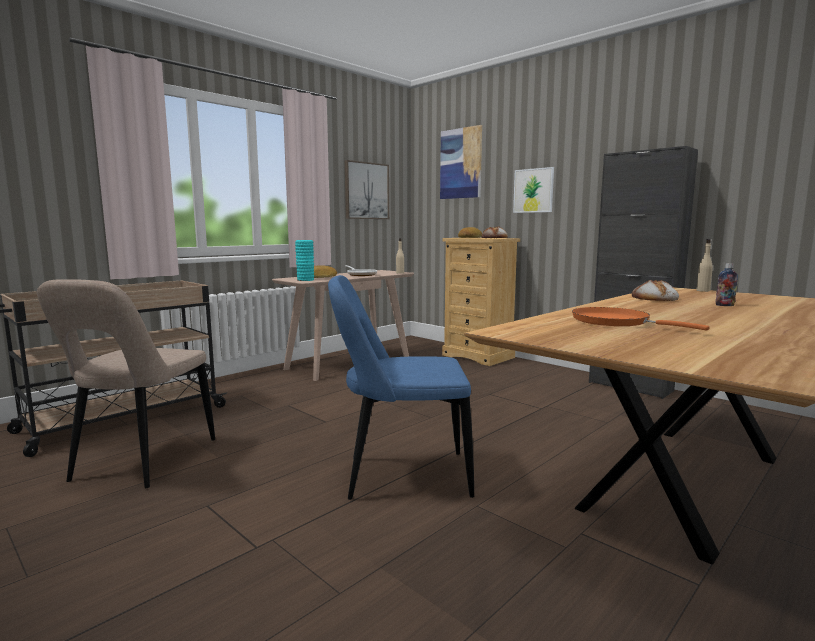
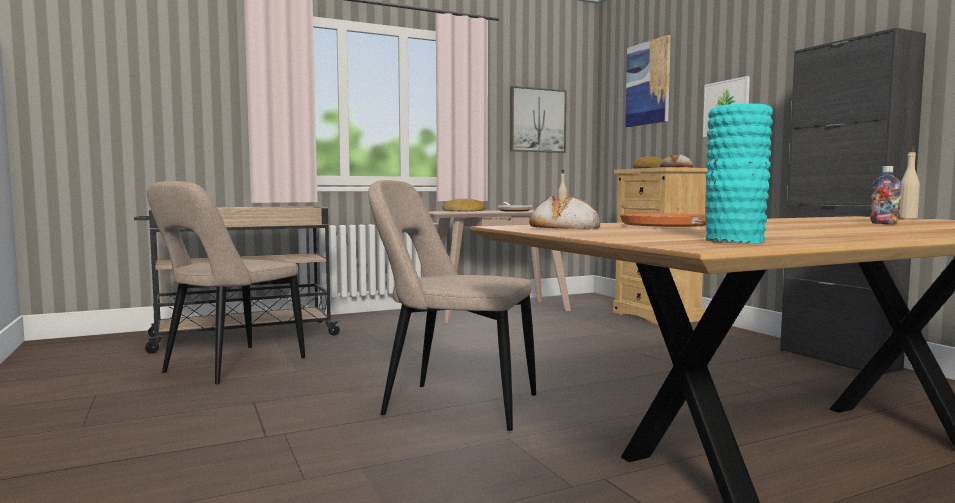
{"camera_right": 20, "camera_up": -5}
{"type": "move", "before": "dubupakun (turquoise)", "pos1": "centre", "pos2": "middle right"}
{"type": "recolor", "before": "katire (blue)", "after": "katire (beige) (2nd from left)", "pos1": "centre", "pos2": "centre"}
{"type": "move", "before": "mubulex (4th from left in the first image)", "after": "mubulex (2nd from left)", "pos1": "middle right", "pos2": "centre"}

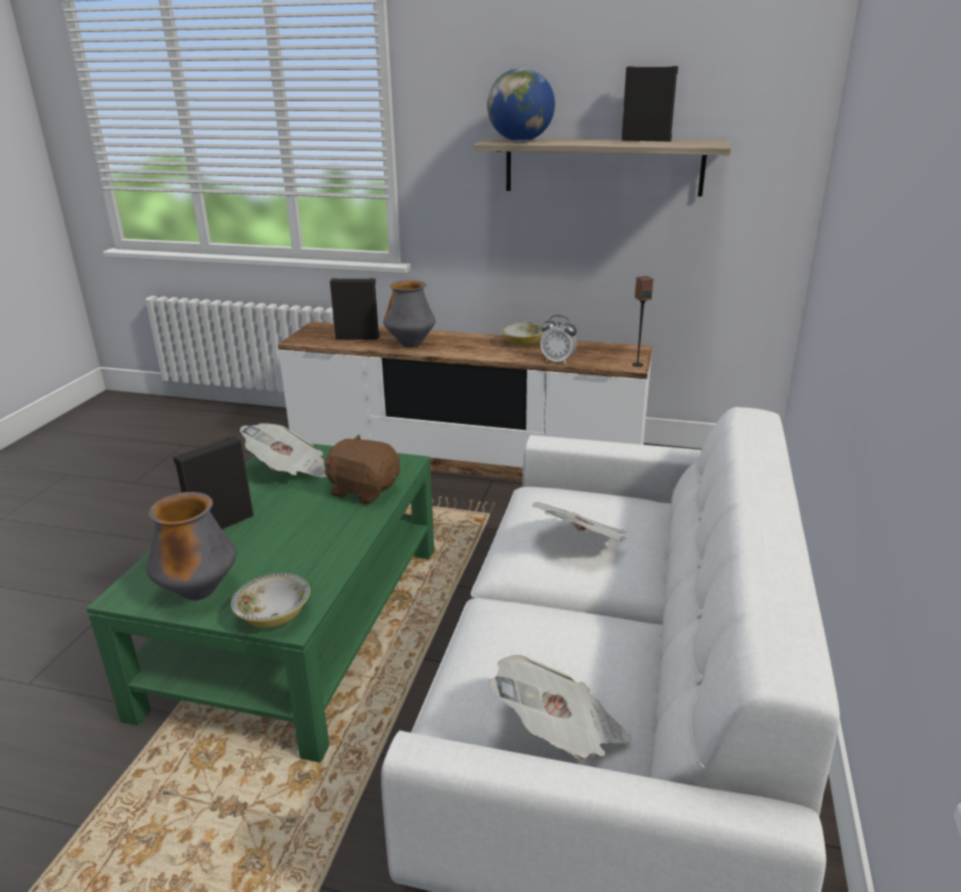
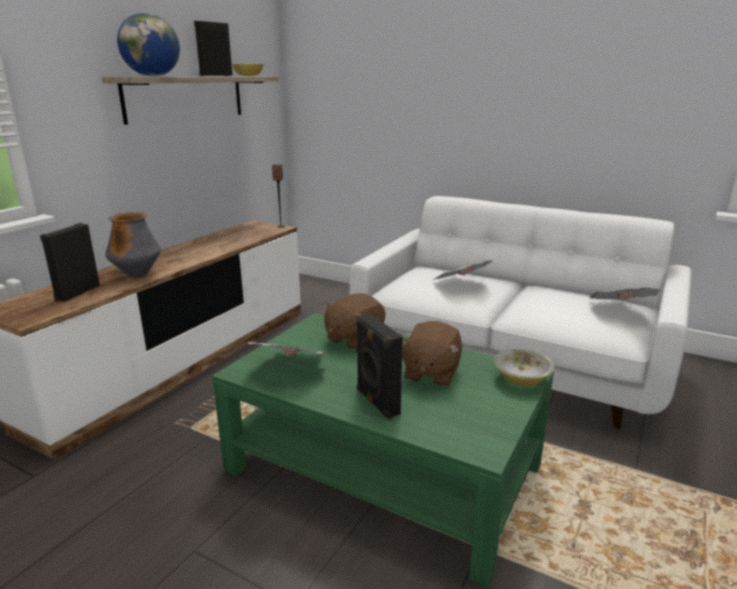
{"camera_right": -75, "camera_up": -5}
{"type": "delete", "before": "dubupakun (1st from left)", "pos1": "middle left"}
{"type": "move", "before": "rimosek (2nd from left in the first image)", "after": "rimosek (1st from left)", "pos1": "centre", "pos2": "top centre"}
{"type": "delete", "before": "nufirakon", "pos1": "centre"}
{"type": "insert", "after": "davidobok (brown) (2nd from left)", "pos2": "centre"}

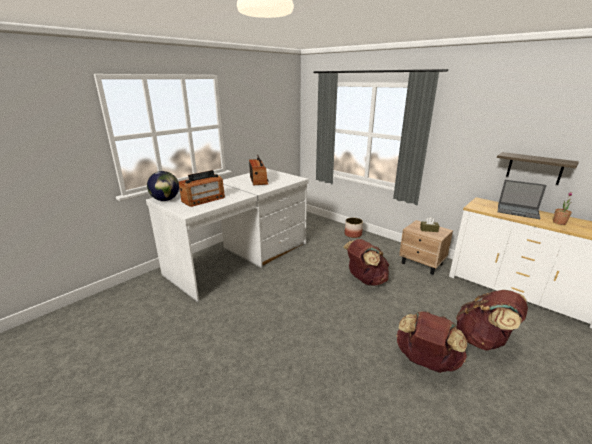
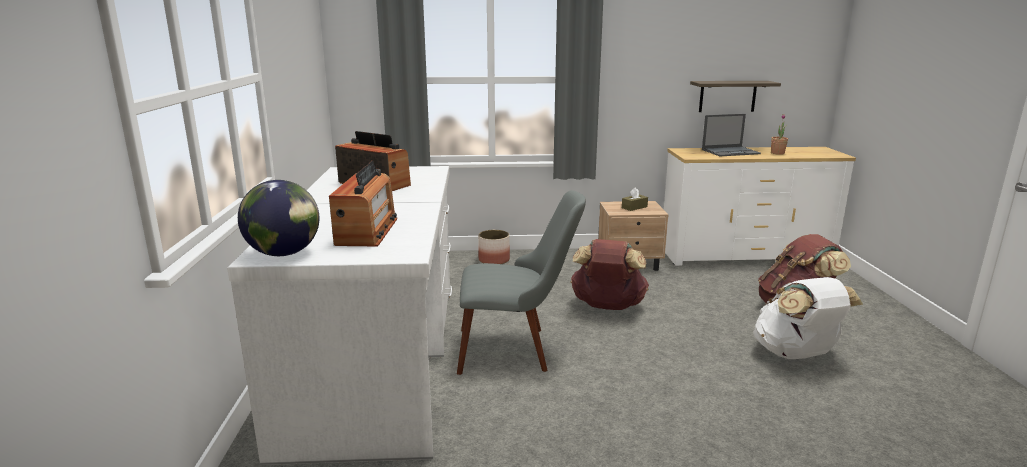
{"camera_right": -45, "camera_up": -5}
{"type": "recolor", "before": "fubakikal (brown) (2nd from left)", "after": "fubakikal (white)", "pos1": "bottom right", "pos2": "bottom right"}
{"type": "insert", "after": "katire (grey)", "pos2": "centre"}

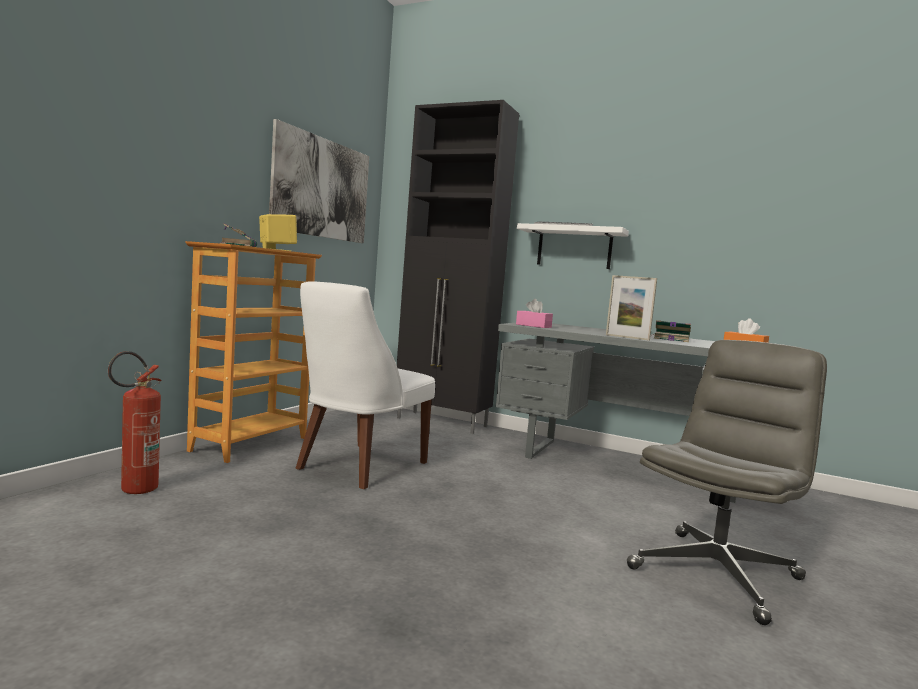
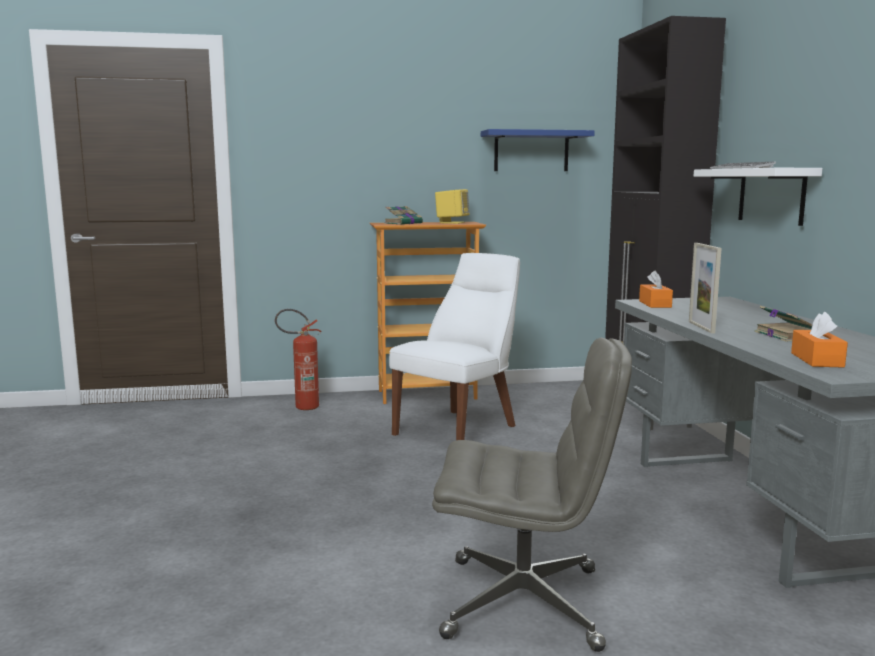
{"camera_right": 55, "camera_up": 5}
{"type": "replace", "before": "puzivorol", "after": "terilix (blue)", "pos1": "top centre", "pos2": "top centre"}
{"type": "rotate", "before": "katire (white)", "pos1": "centre", "pos2": "centre", "turn": 135}
{"type": "recolor", "before": "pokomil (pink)", "after": "pokomil (orange) (1st from left)", "pos1": "centre", "pos2": "middle right"}

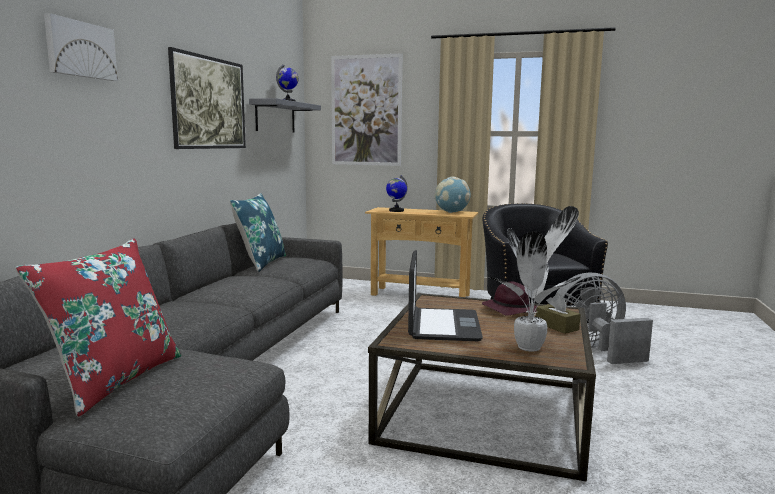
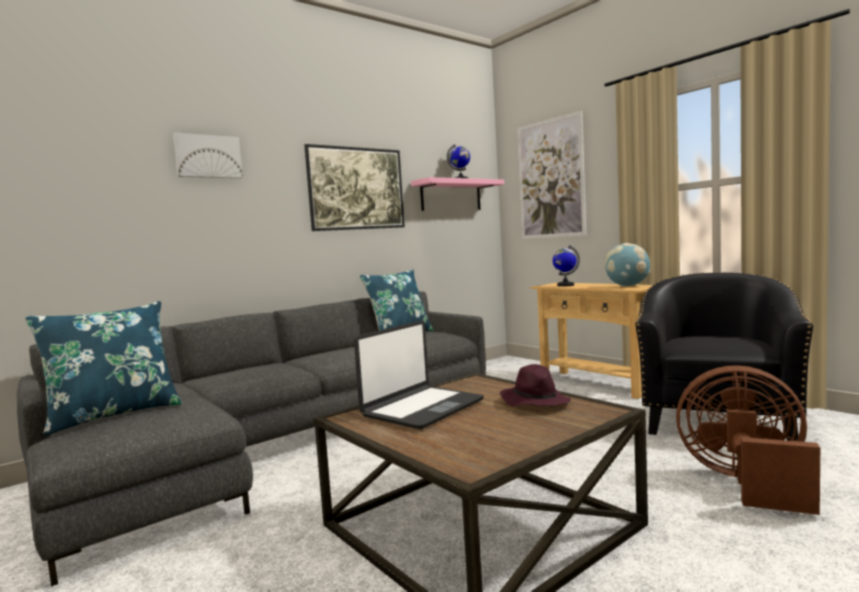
{"camera_right": 35, "camera_up": -5}
{"type": "recolor", "before": "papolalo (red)", "after": "papolalo (blue) (1st from left)", "pos1": "middle left", "pos2": "middle left"}
{"type": "recolor", "before": "terilix (grey)", "after": "terilix (pink)", "pos1": "top centre", "pos2": "top centre"}
{"type": "delete", "before": "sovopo", "pos1": "middle right"}
{"type": "delete", "before": "pokomil (brown)", "pos1": "middle right"}
{"type": "recolor", "before": "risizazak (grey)", "after": "risizazak (brown)", "pos1": "middle right", "pos2": "bottom right"}

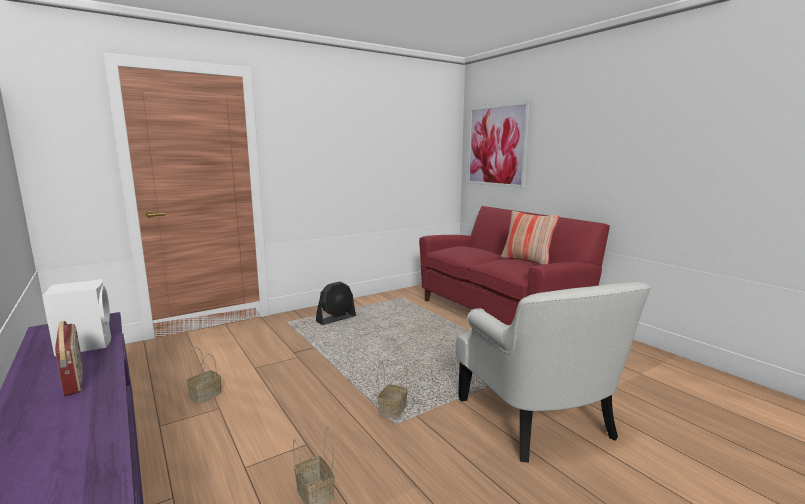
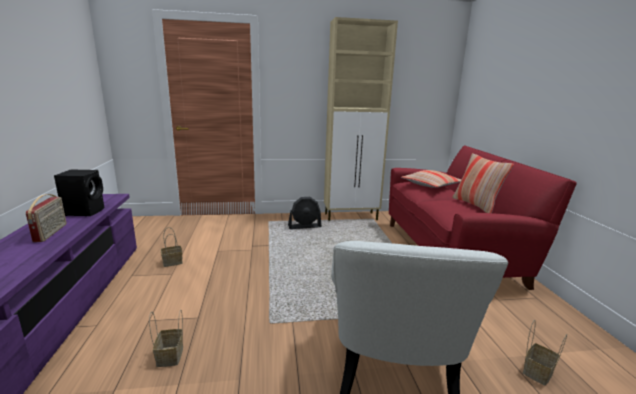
{"camera_right": 25, "camera_up": 5}
{"type": "recolor", "before": "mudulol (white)", "after": "mudulol (black)", "pos1": "middle left", "pos2": "middle left"}
{"type": "move", "before": "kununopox (3rd from left)", "pos1": "bottom centre", "pos2": "bottom right"}
{"type": "delete", "before": "puzivorol", "pos1": "top centre"}
{"type": "insert", "after": "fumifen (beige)", "pos2": "top centre"}
{"type": "insert", "after": "papolalo (1st from left)", "pos2": "middle right"}

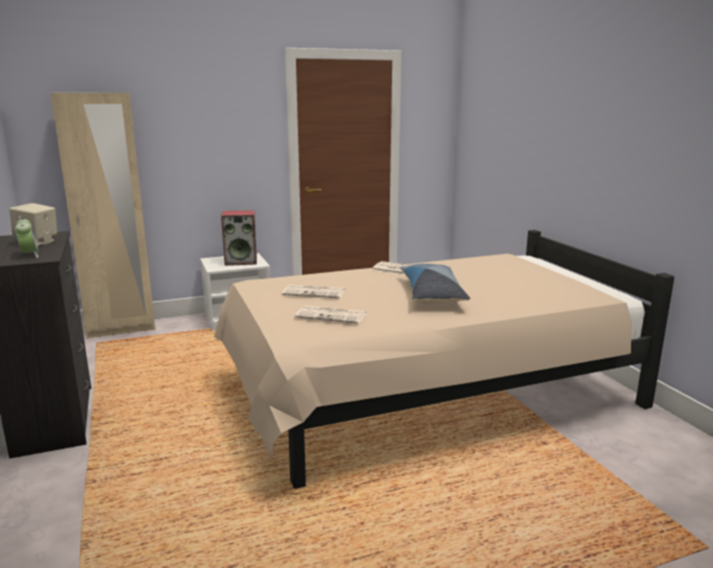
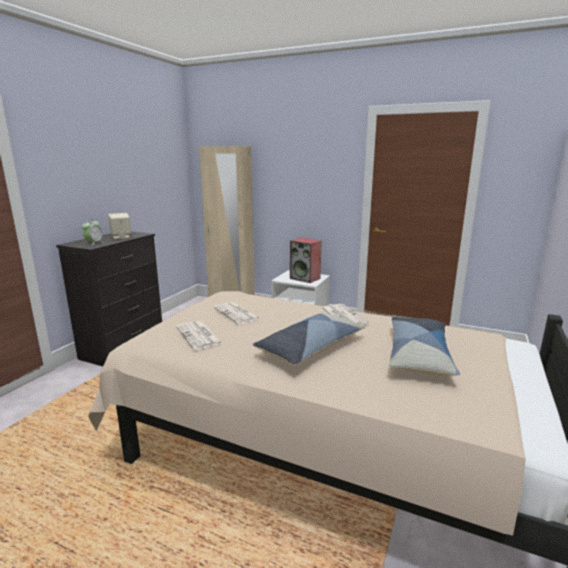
{"camera_right": 45, "camera_up": 0}
{"type": "insert", "after": "papolalo (2nd from left)", "pos2": "middle right"}

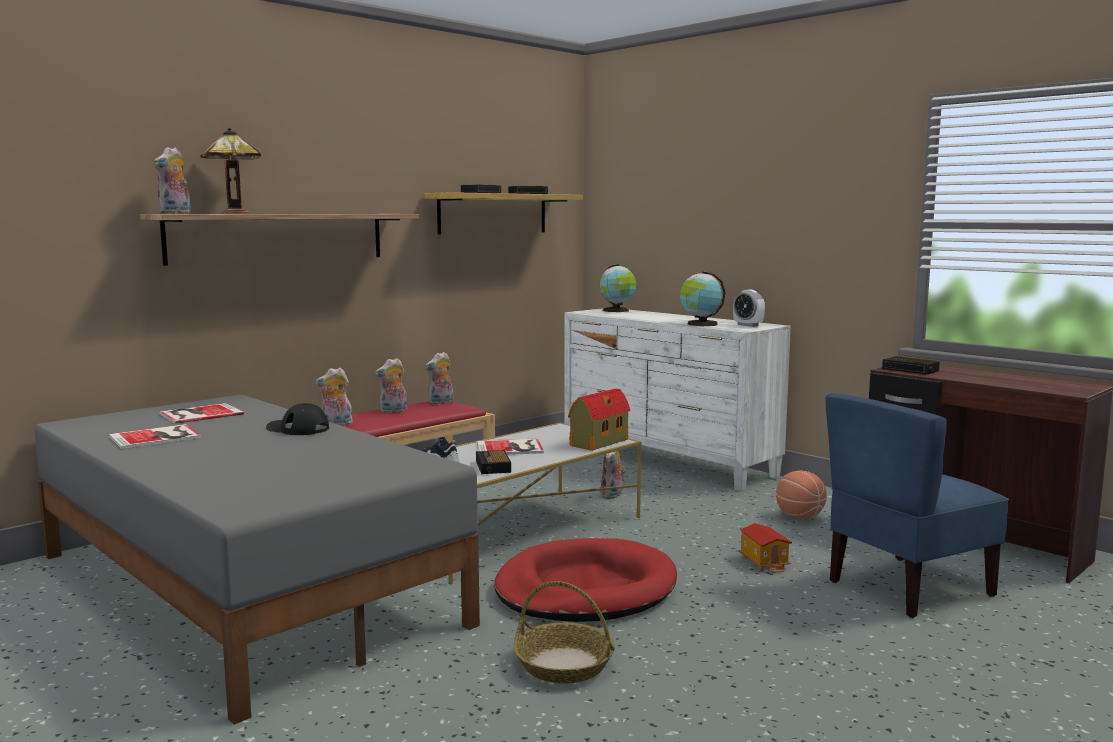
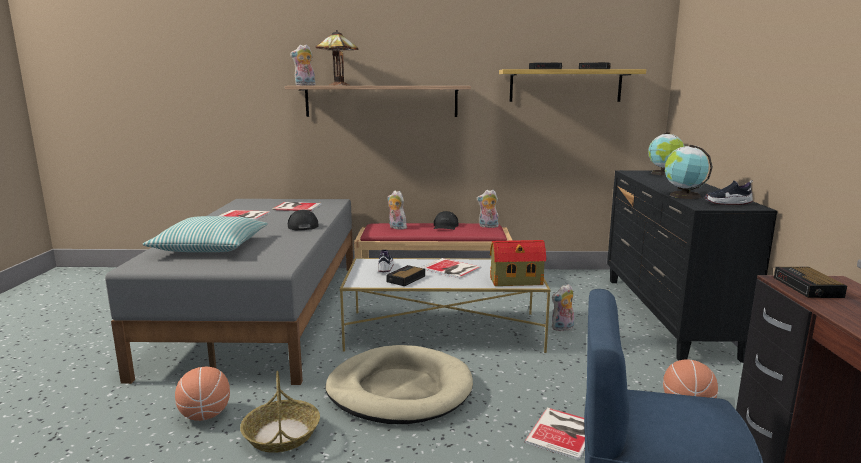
{"camera_right": 45, "camera_up": 5}
{"type": "replace", "before": "davidobok (3rd from left)", "after": "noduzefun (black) (2nd from left)", "pos1": "centre", "pos2": "centre"}
{"type": "recolor", "before": "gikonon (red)", "after": "gikonon (beige)", "pos1": "bottom centre", "pos2": "bottom centre"}
{"type": "recolor", "before": "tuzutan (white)", "after": "tuzutan (black)", "pos1": "centre", "pos2": "middle right"}
{"type": "replace", "before": "nufirakon (4th from left)", "after": "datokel (2nd from left)", "pos1": "middle right", "pos2": "middle right"}
{"type": "replace", "before": "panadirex (2nd from left)", "after": "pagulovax (4th from left)", "pos1": "bottom right", "pos2": "bottom centre"}
{"type": "insert", "after": "papolalo", "pos2": "middle left"}
{"type": "insert", "after": "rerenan (1st from left)", "pos2": "bottom left"}

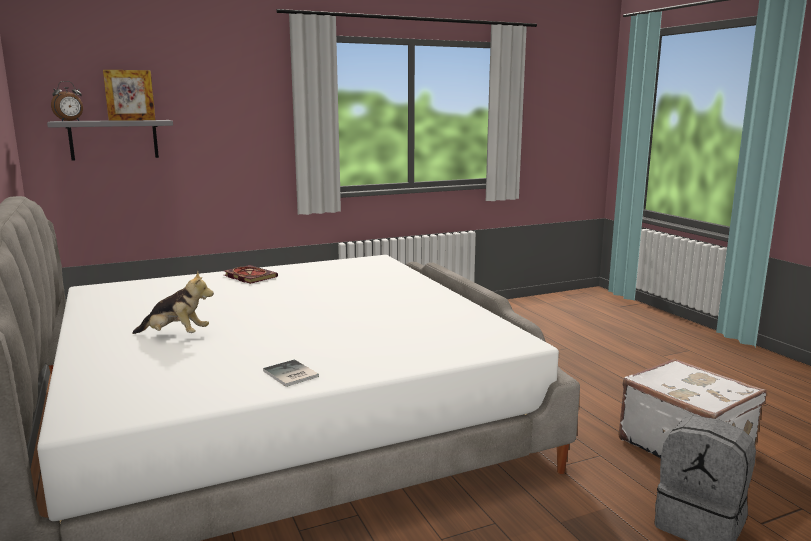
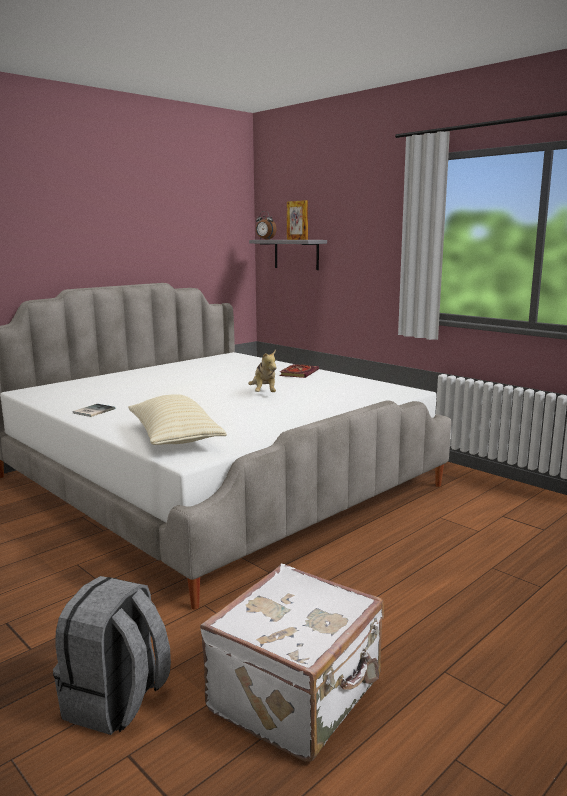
{"camera_right": 70, "camera_up": 0}
{"type": "move", "before": "davidobok", "pos1": "middle left", "pos2": "centre"}
{"type": "insert", "after": "papolalo (beige)", "pos2": "middle left"}

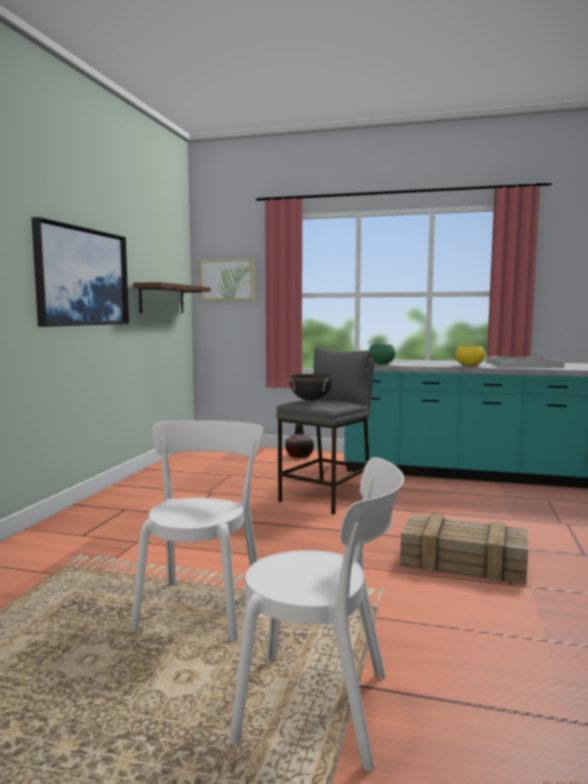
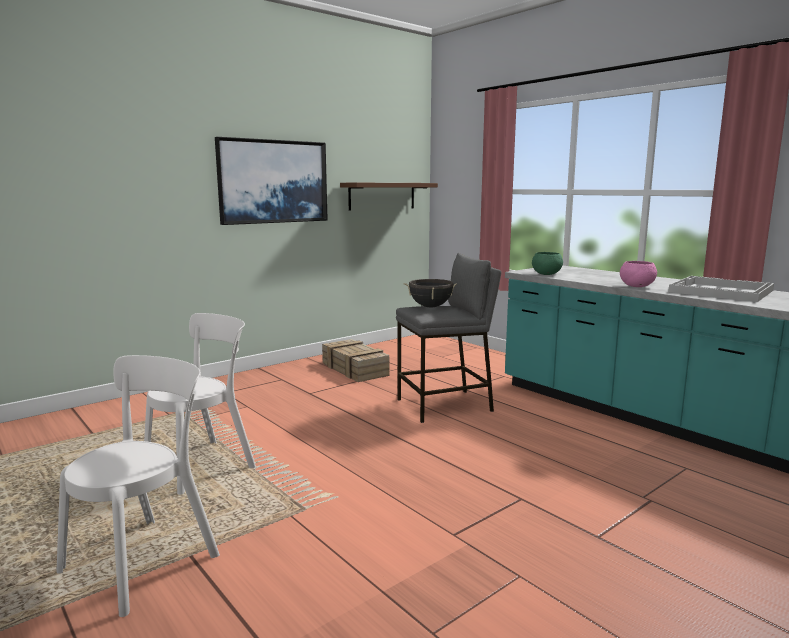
{"camera_right": 35, "camera_up": 5}
{"type": "delete", "before": "puzivorol (2nd from left)", "pos1": "centre"}
{"type": "rotate", "before": "katire (white) (2nd from left in the first image)", "pos1": "bottom centre", "pos2": "bottom left", "turn": -105}
{"type": "delete", "before": "dubupakun", "pos1": "centre"}
{"type": "move", "before": "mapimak", "pos1": "bottom right", "pos2": "centre"}
{"type": "recolor", "before": "rimosek (yellow)", "after": "rimosek (pink)", "pos1": "middle right", "pos2": "middle right"}

